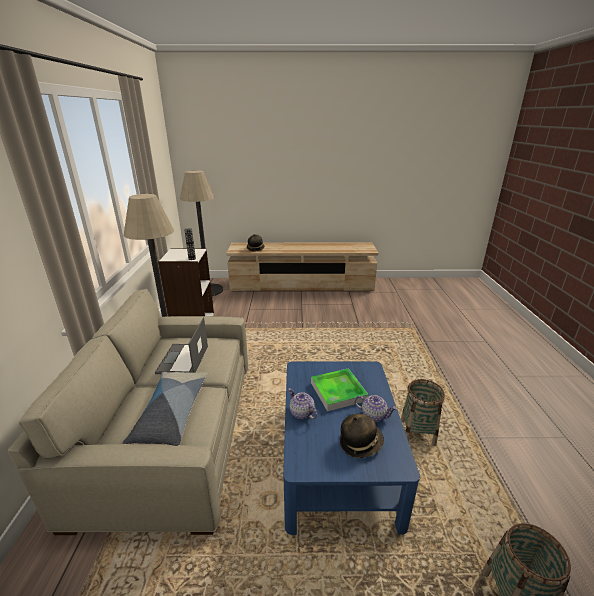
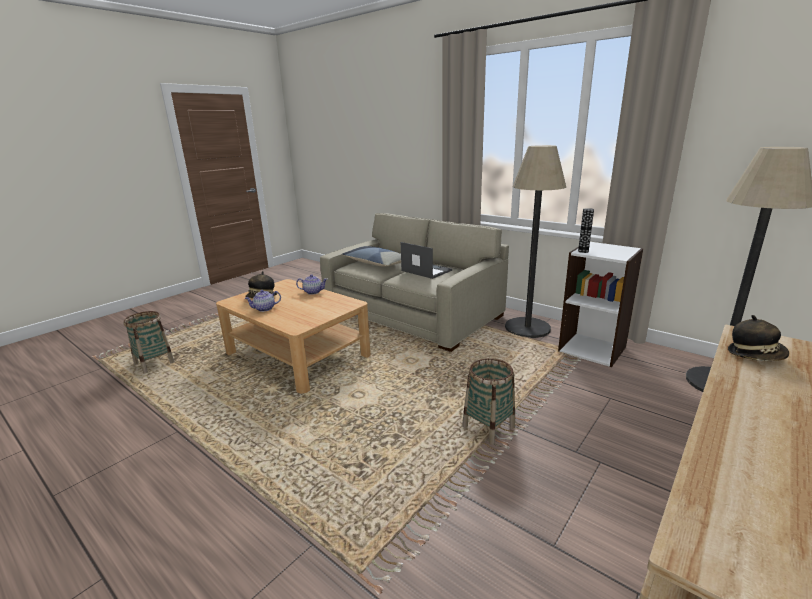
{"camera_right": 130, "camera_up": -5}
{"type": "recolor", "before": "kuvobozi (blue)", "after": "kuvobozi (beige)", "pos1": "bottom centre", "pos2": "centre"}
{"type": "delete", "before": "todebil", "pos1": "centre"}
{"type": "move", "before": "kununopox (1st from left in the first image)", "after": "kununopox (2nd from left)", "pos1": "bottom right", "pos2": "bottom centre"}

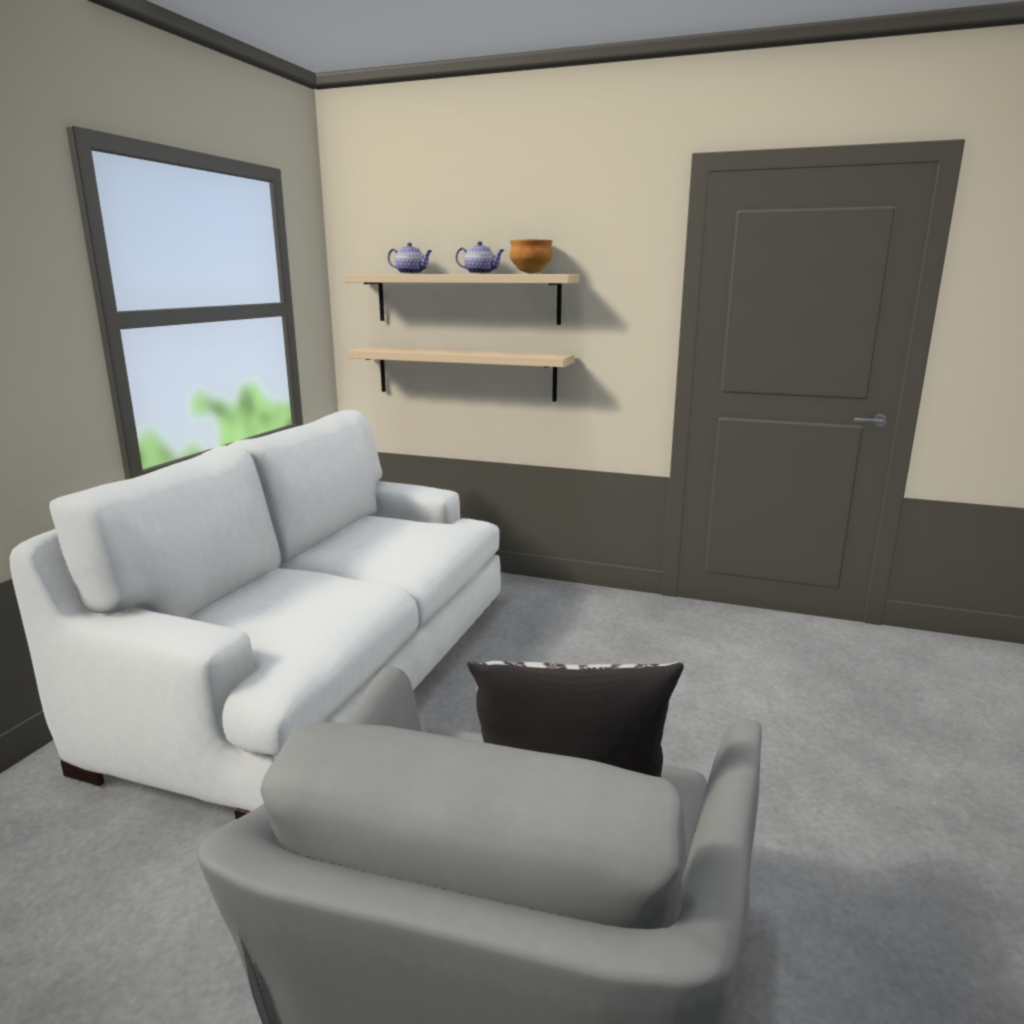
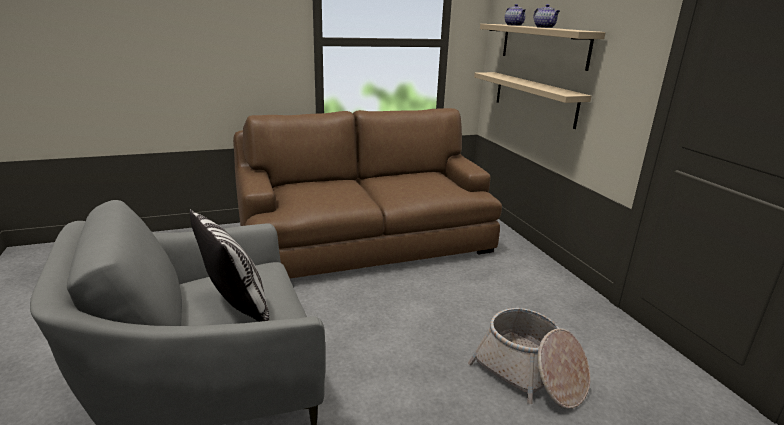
{"camera_right": 50, "camera_up": 5}
{"type": "recolor", "before": "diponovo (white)", "after": "diponovo (brown)", "pos1": "middle left", "pos2": "centre"}
{"type": "delete", "before": "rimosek", "pos1": "top centre"}
{"type": "insert", "after": "kununopox", "pos2": "bottom right"}

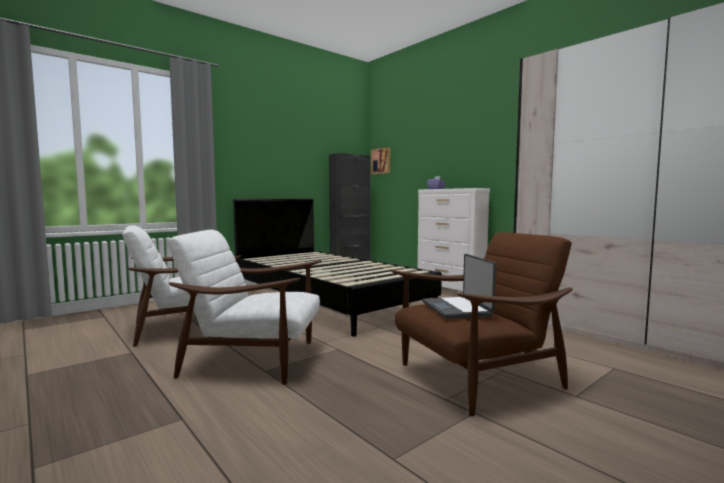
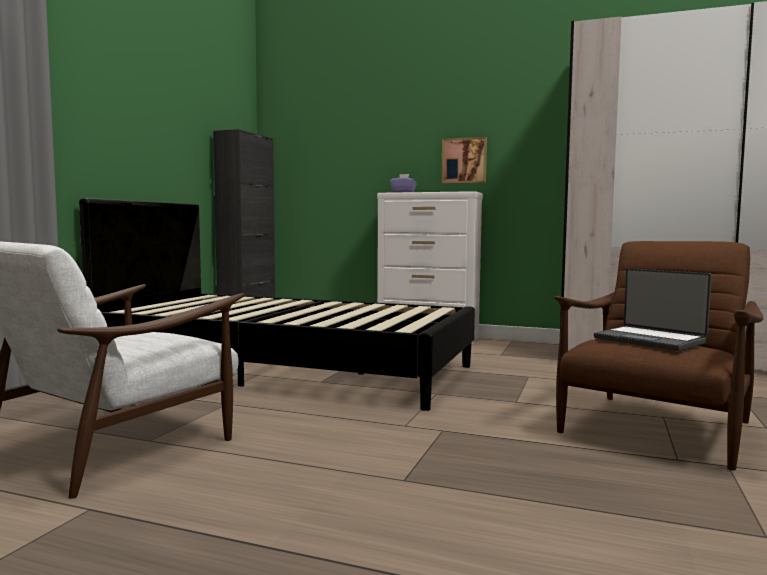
{"camera_right": -30, "camera_up": 0}
{"type": "delete", "before": "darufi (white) (2nd from left)", "pos1": "centre"}
{"type": "move", "before": "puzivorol", "pos1": "centre", "pos2": "top centre"}

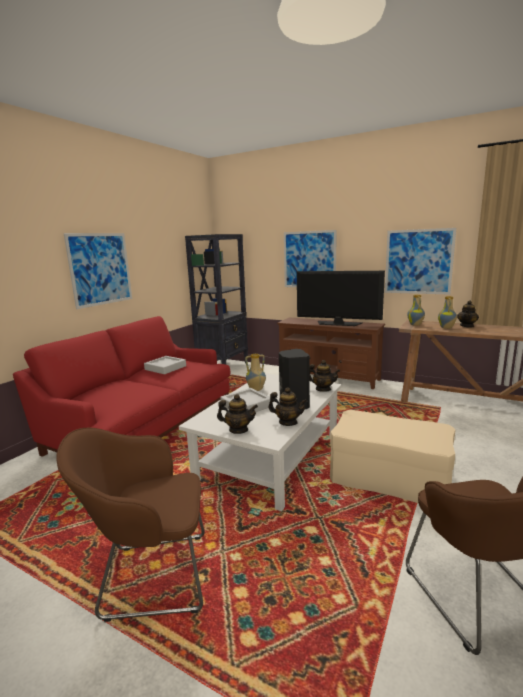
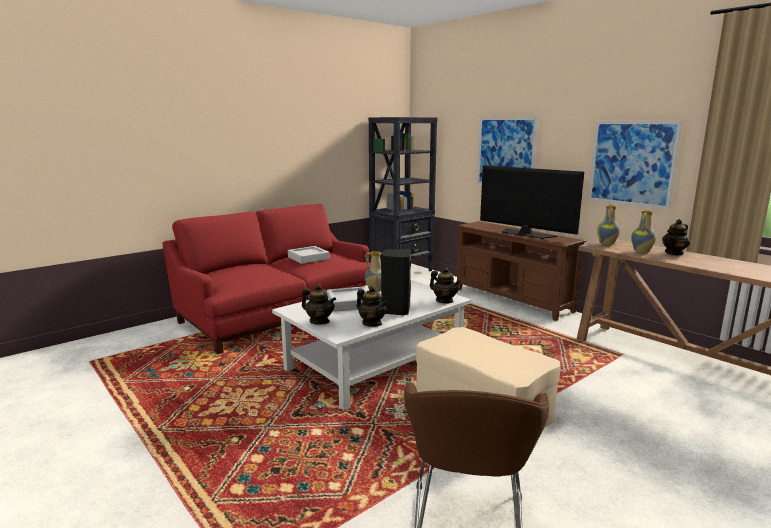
{"camera_right": 20, "camera_up": 0}
{"type": "delete", "before": "darufi (brown) (1st from left)", "pos1": "bottom left"}
{"type": "delete", "before": "puzivorol (1st from left)", "pos1": "middle left"}

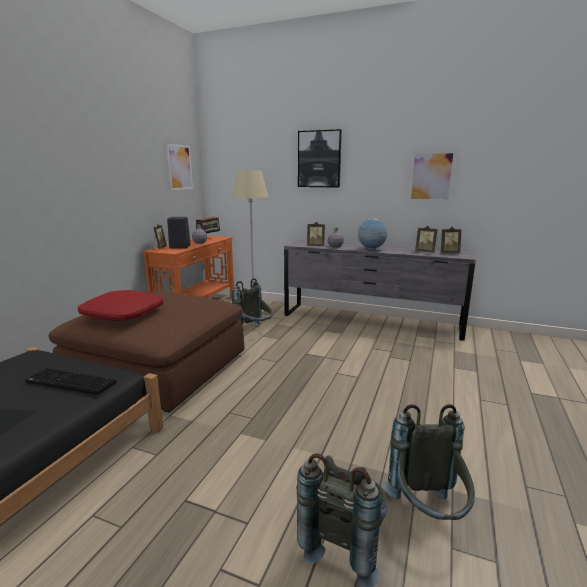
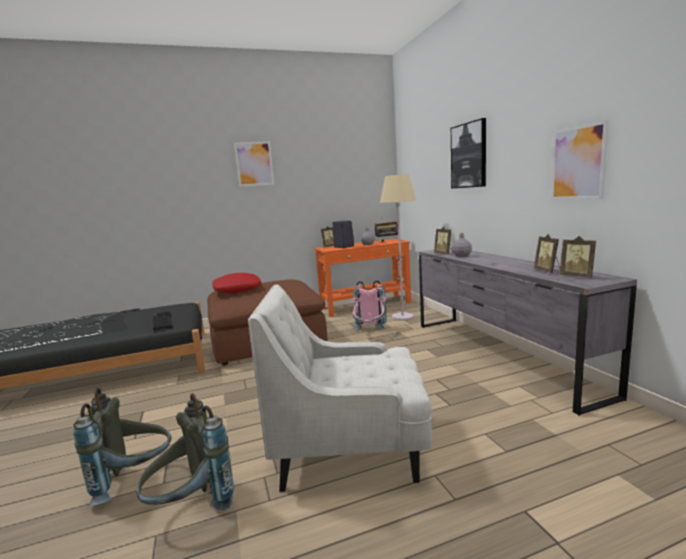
{"camera_right": 50, "camera_up": -5}
{"type": "move", "before": "puzivorol (1st from left)", "pos1": "top left", "pos2": "top centre"}
{"type": "recolor", "before": "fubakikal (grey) (1st from left)", "after": "fubakikal (pink)", "pos1": "centre", "pos2": "centre"}
{"type": "delete", "before": "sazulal", "pos1": "centre"}
{"type": "insert", "after": "darufi (white)", "pos2": "bottom centre"}

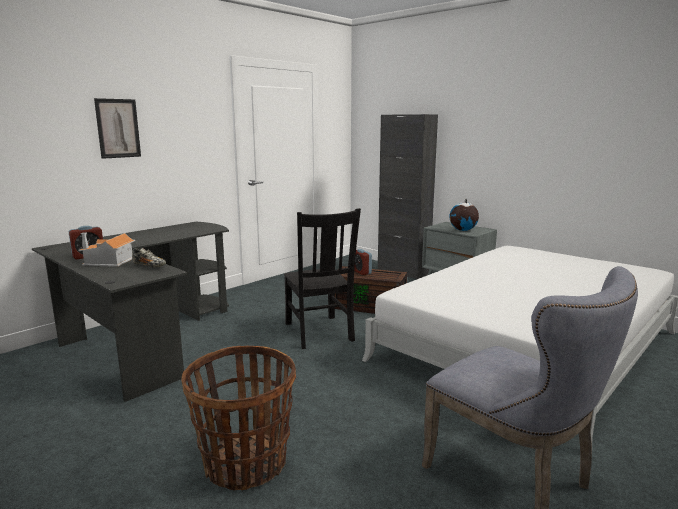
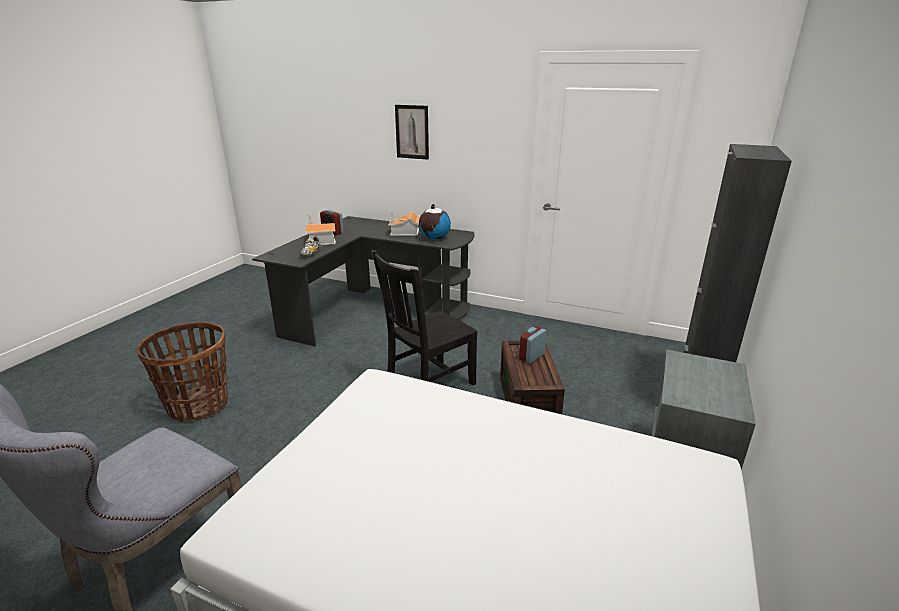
{"camera_right": 70, "camera_up": 10}
{"type": "move", "before": "sazulal", "pos1": "middle right", "pos2": "centre"}
{"type": "insert", "after": "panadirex (2nd from left)", "pos2": "centre"}

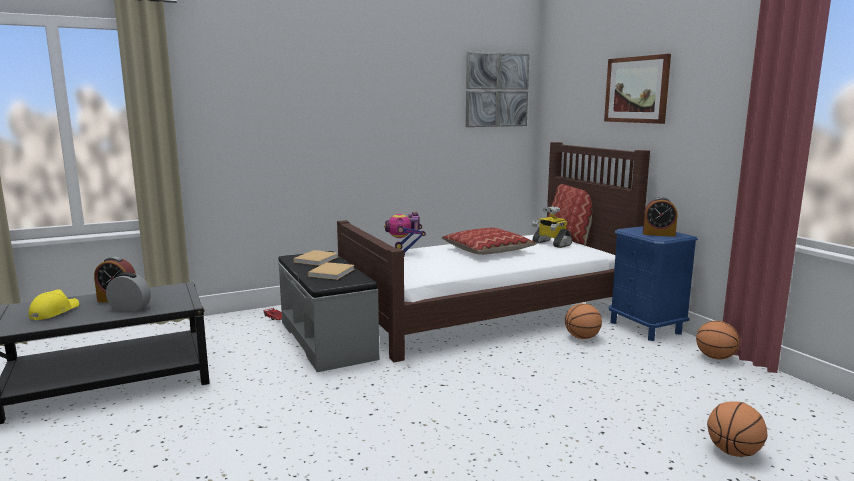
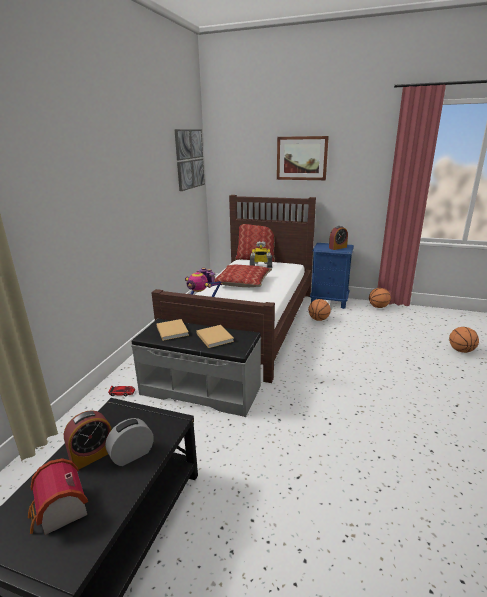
{"camera_right": -45, "camera_up": 10}
{"type": "replace", "before": "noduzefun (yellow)", "after": "panadirex", "pos1": "middle left", "pos2": "bottom left"}

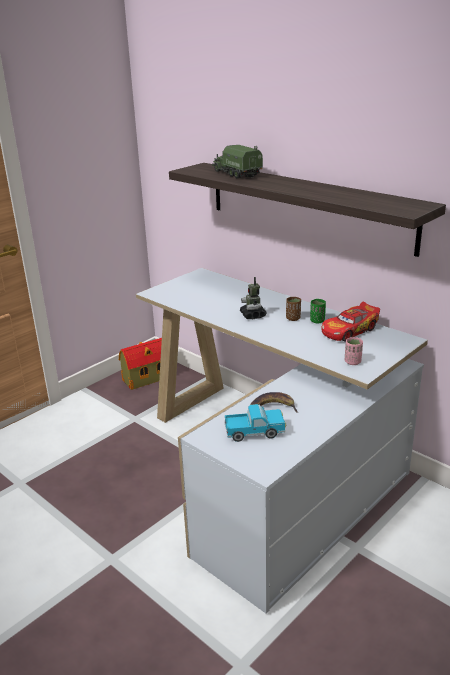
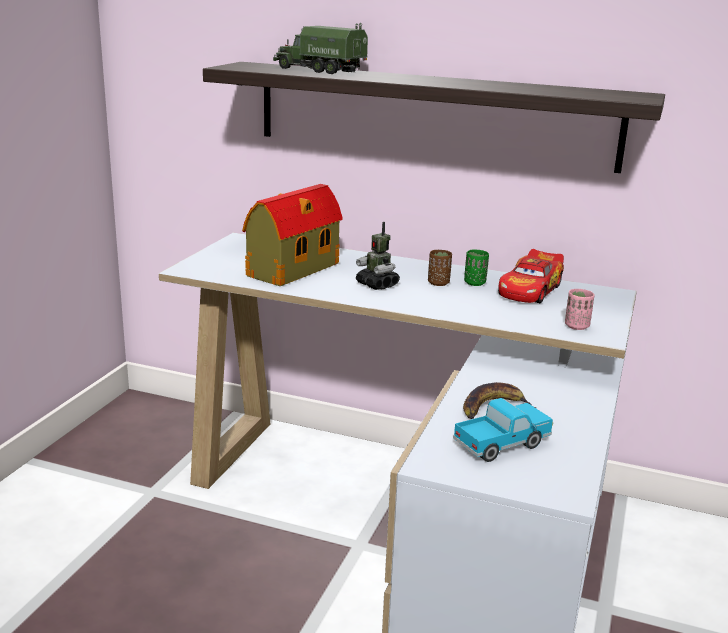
{"camera_right": -25, "camera_up": -5}
{"type": "move", "before": "panadirex", "pos1": "middle left", "pos2": "centre"}

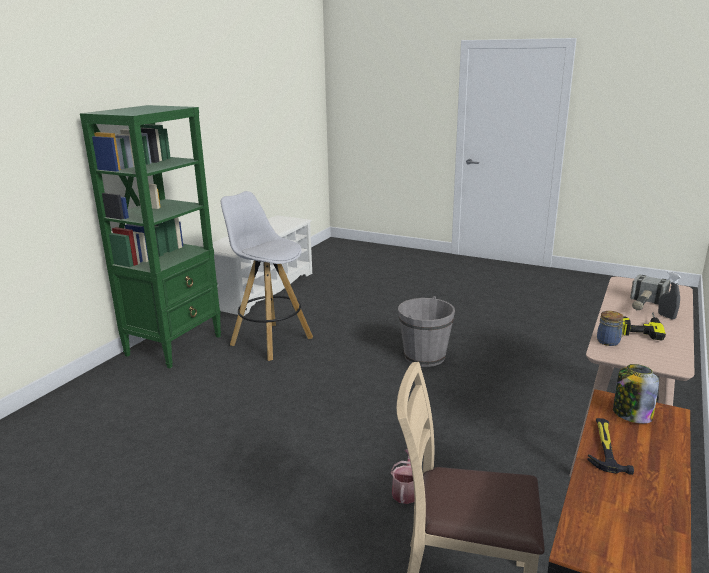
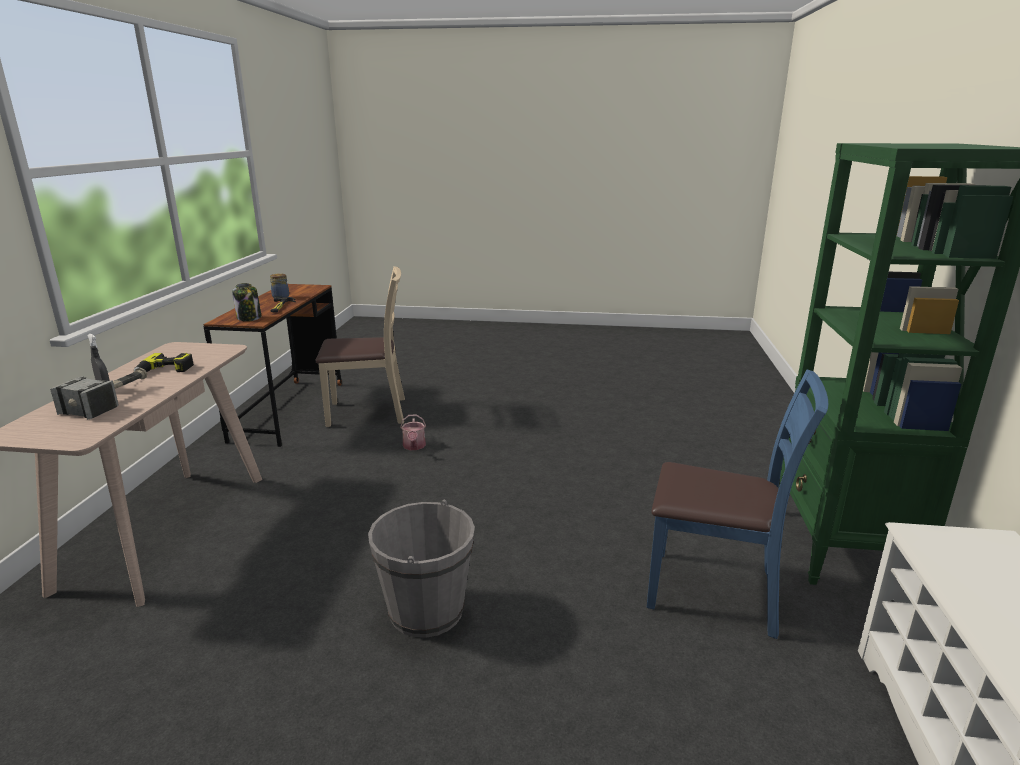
{"camera_right": 160, "camera_up": 0}
{"type": "replace", "before": "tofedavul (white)", "after": "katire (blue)", "pos1": "centre", "pos2": "middle right"}
{"type": "move", "before": "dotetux (1st from left in the first image)", "after": "dotetux (2nd from left)", "pos1": "middle right", "pos2": "middle left"}

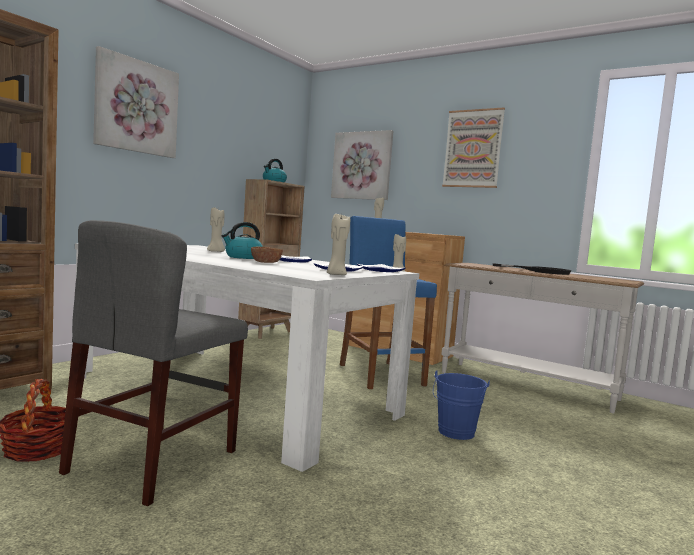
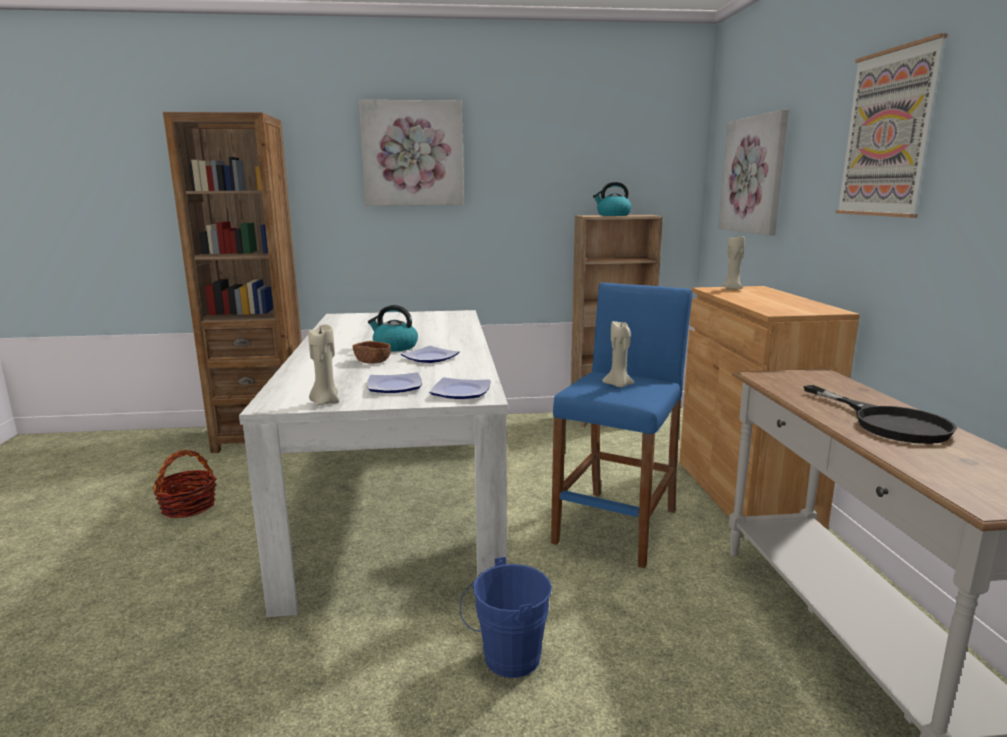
{"camera_right": 50, "camera_up": 10}
{"type": "delete", "before": "katire (grey)", "pos1": "middle left"}
{"type": "delete", "before": "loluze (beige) (1st from left)", "pos1": "middle left"}

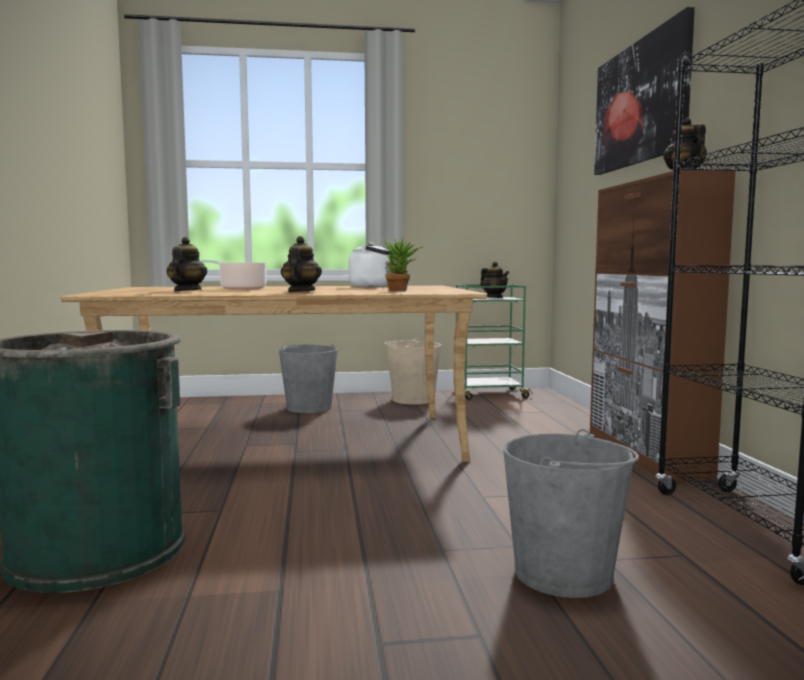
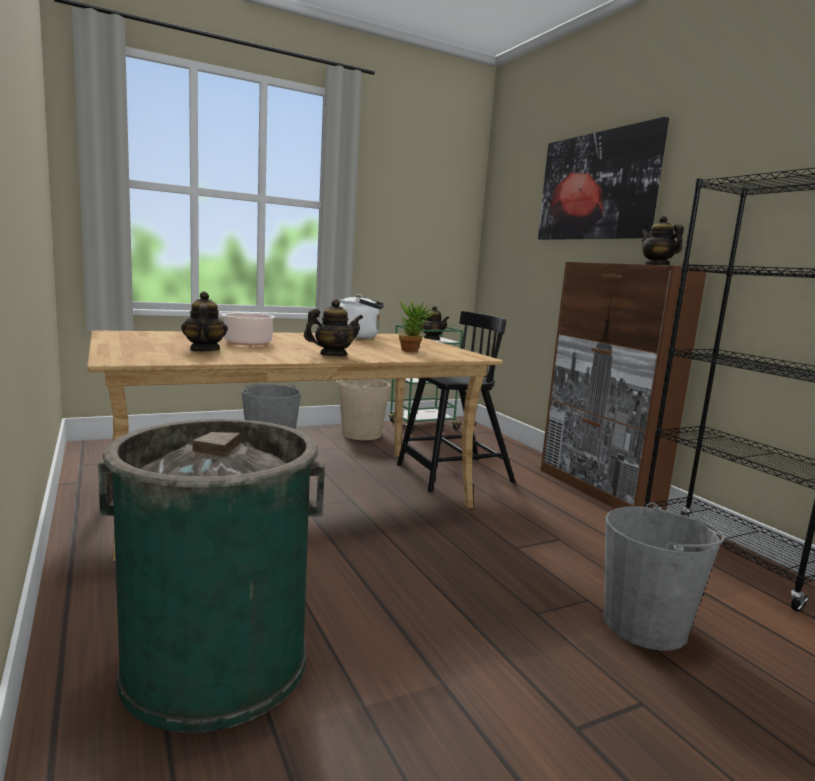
{"camera_right": -20, "camera_up": 5}
{"type": "rotate", "before": "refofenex (2nd from left)", "pos1": "centre", "pos2": "centre", "turn": 75}
{"type": "insert", "after": "katire (black)", "pos2": "centre"}

